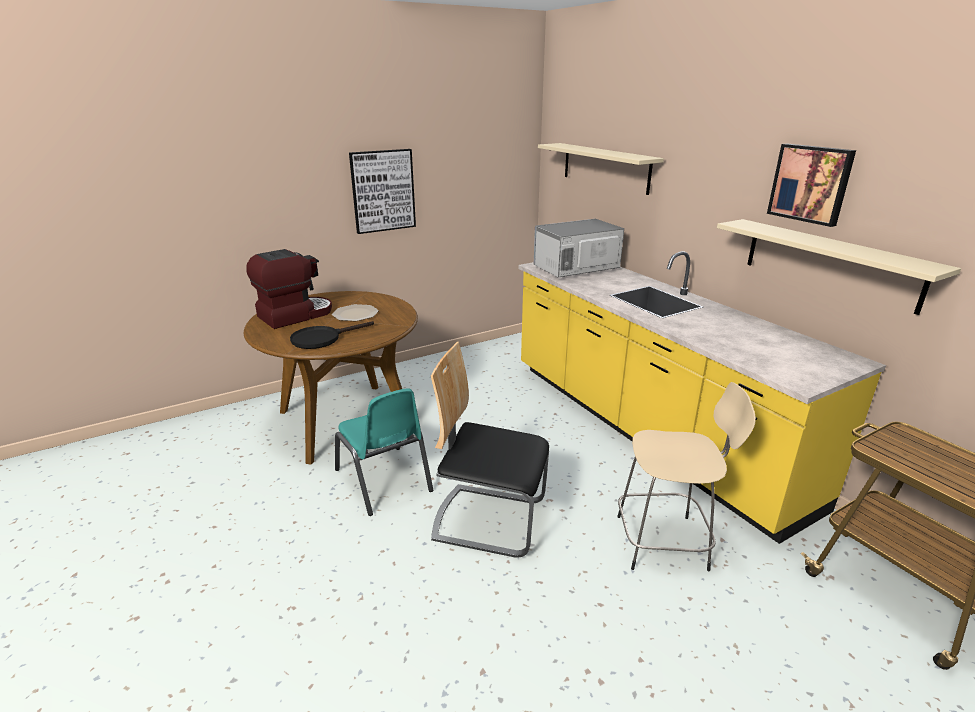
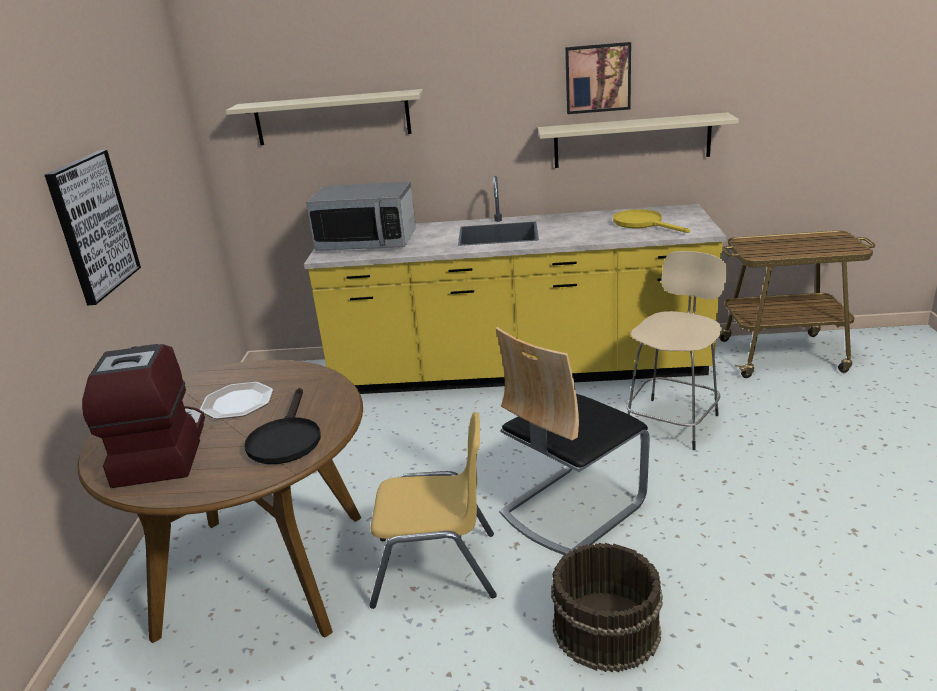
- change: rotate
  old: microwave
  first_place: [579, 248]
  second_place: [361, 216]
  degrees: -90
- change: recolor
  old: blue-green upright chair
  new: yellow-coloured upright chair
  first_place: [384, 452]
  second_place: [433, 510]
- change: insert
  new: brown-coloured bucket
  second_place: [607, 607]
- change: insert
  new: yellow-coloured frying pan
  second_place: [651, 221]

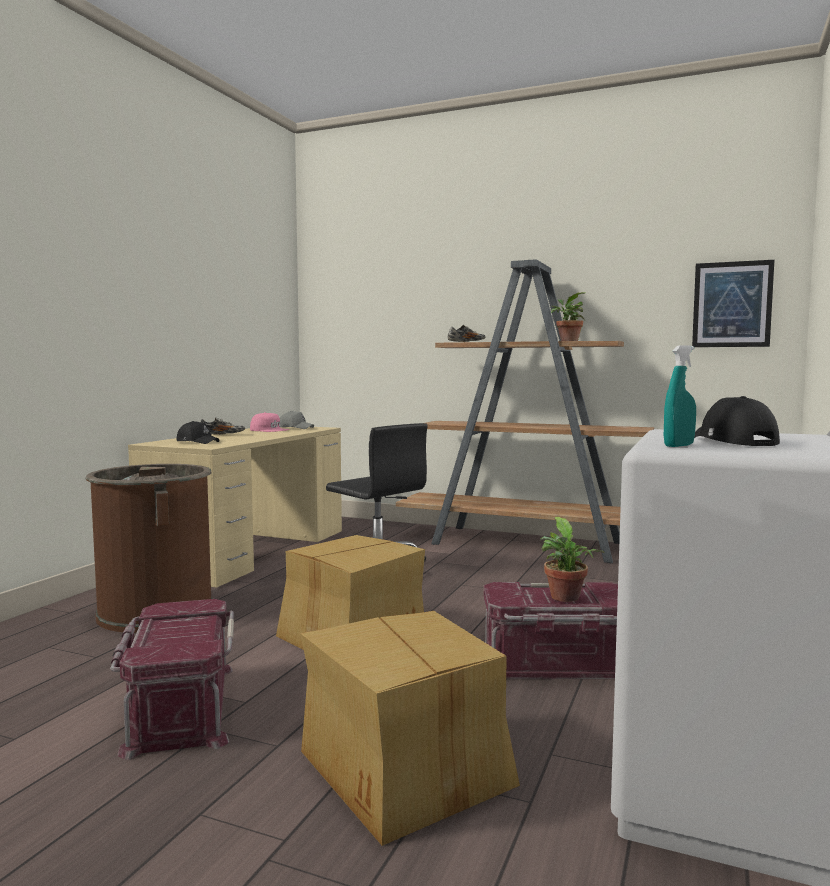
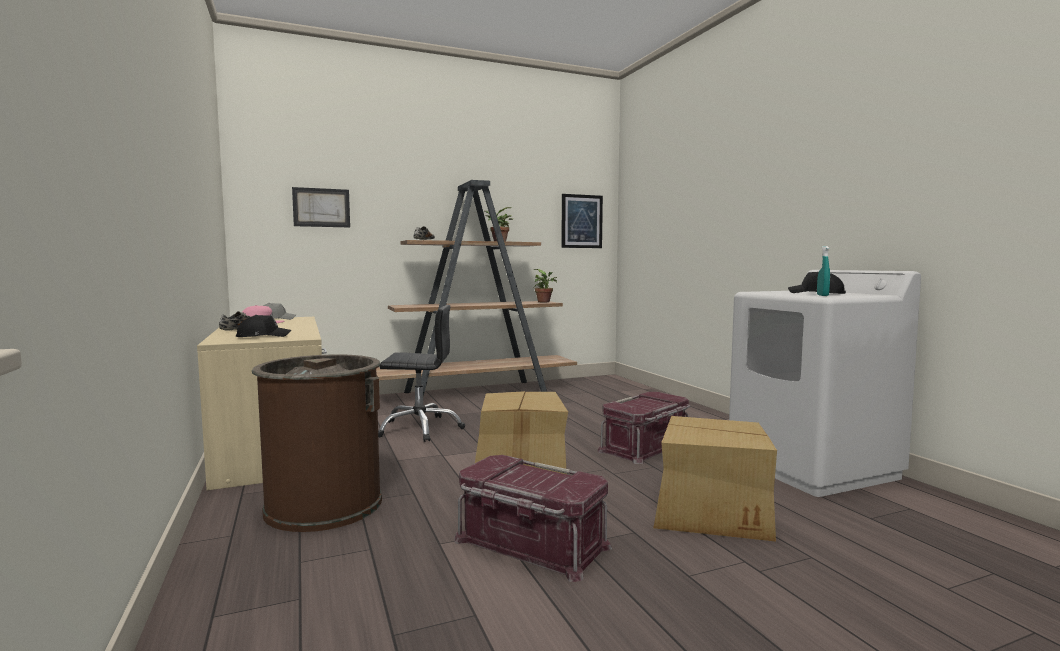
- change: insert
  new: wall art
  second_place: [321, 207]
- change: move
  old: houseplant
  first_place: [572, 559]
  second_place: [545, 285]

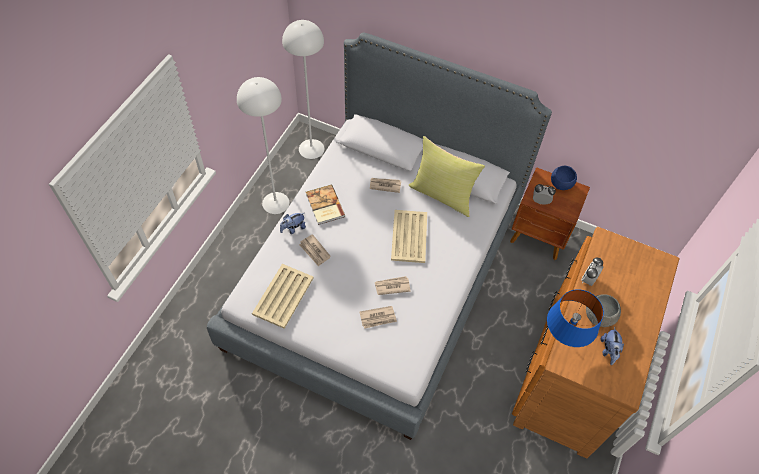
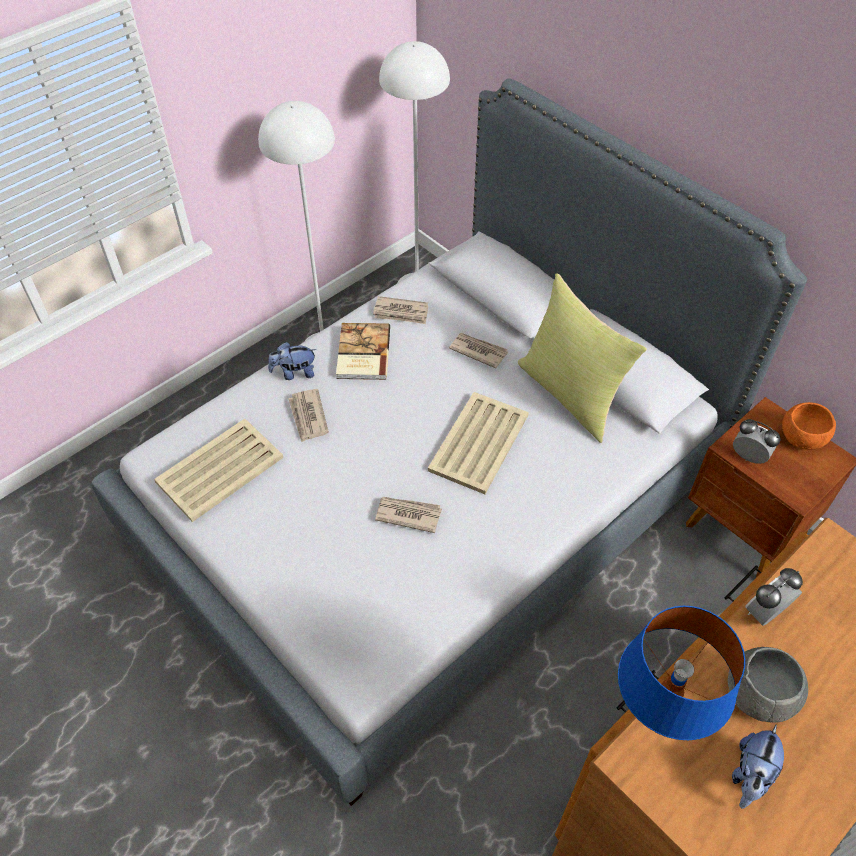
- change: move
  old: daily paper
  first_place: [378, 317]
  second_place: [400, 310]
- change: recolor
  old: bluish deep dish
  new: orange-coloured deep dish
  first_place: [564, 178]
  second_place: [809, 426]

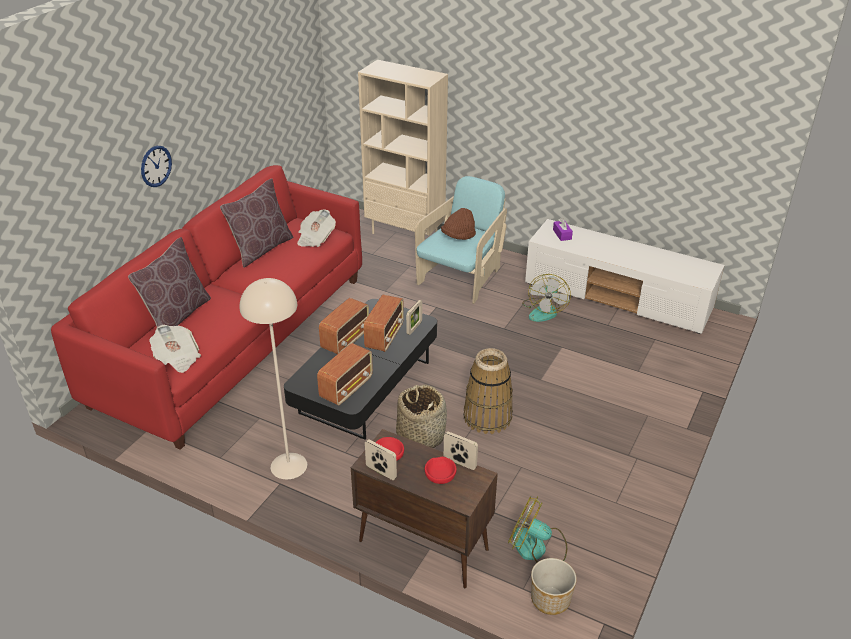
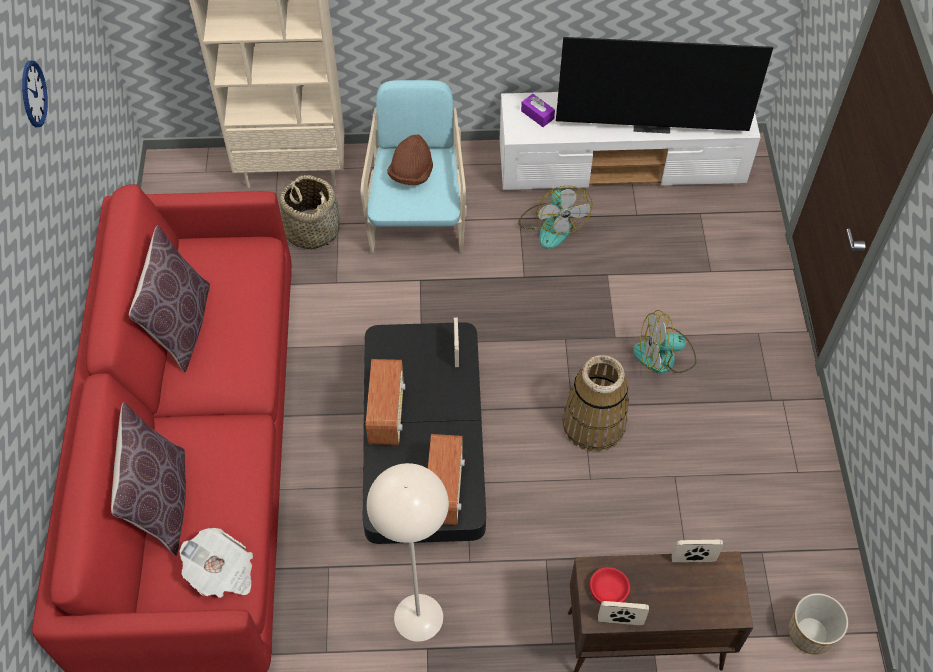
- change: move
  old: clock on the wall
  first_place: [156, 166]
  second_place: [35, 94]
- change: move
  old: household basket
  first_place: [421, 416]
  second_place: [309, 212]
- change: insert
  new: television
  second_place: [664, 85]
- change: move
  old: fan
  first_place: [537, 529]
  second_place: [665, 342]
- change: delete
  old: daily paper
  first_place: [316, 228]
- change: delete
  old: radio
  first_place: [384, 323]
- change: delete
  old: reddish deep dish
  first_place: [441, 470]

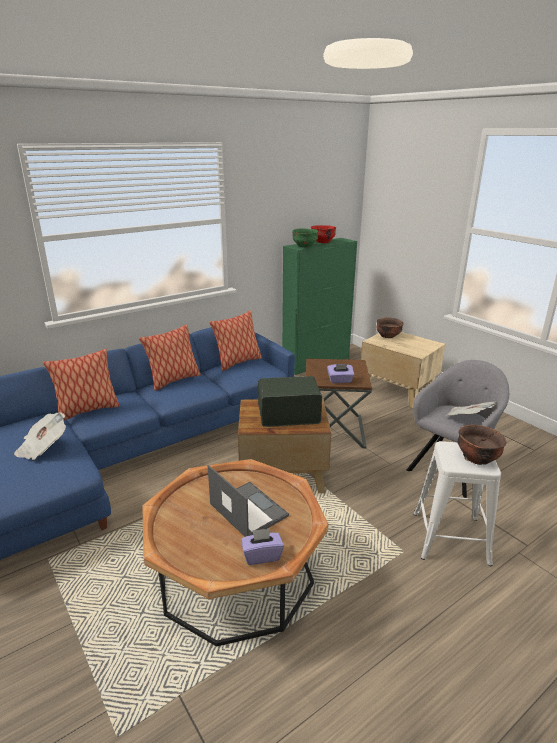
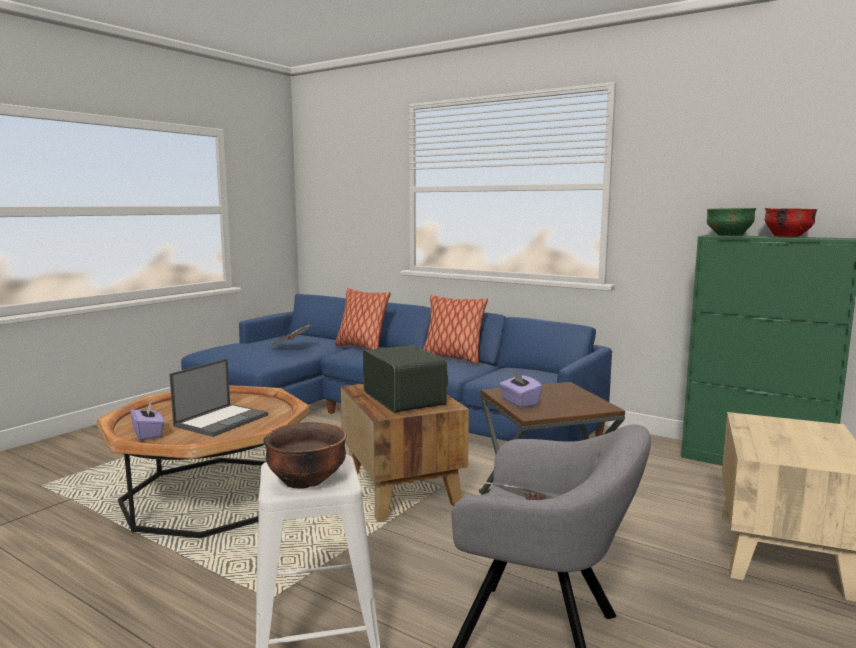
- change: delete
  old: throw pillow
  first_place: [235, 341]
- change: delete
  old: brown-coloured deep dish
  first_place: [390, 328]

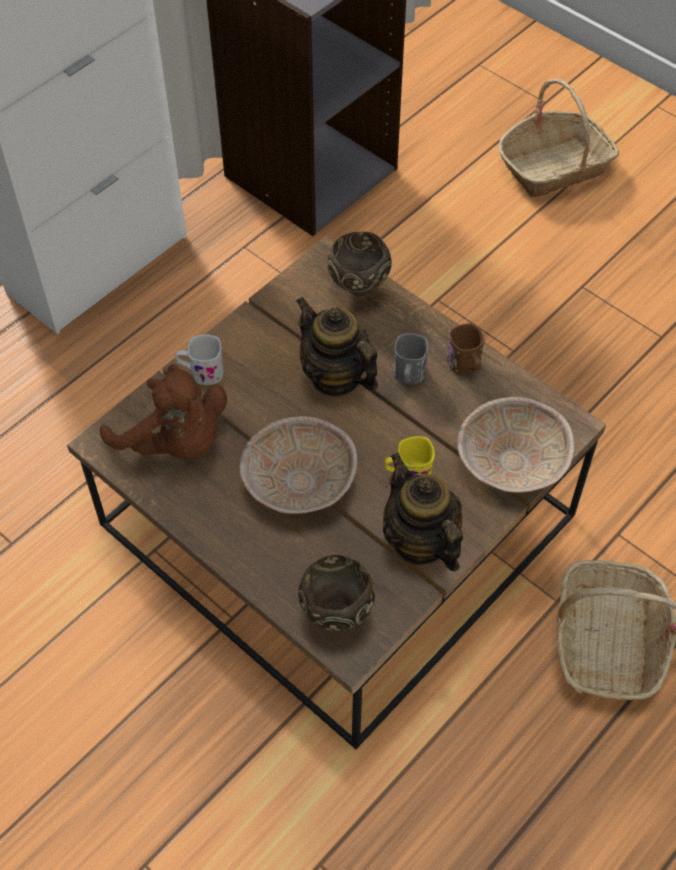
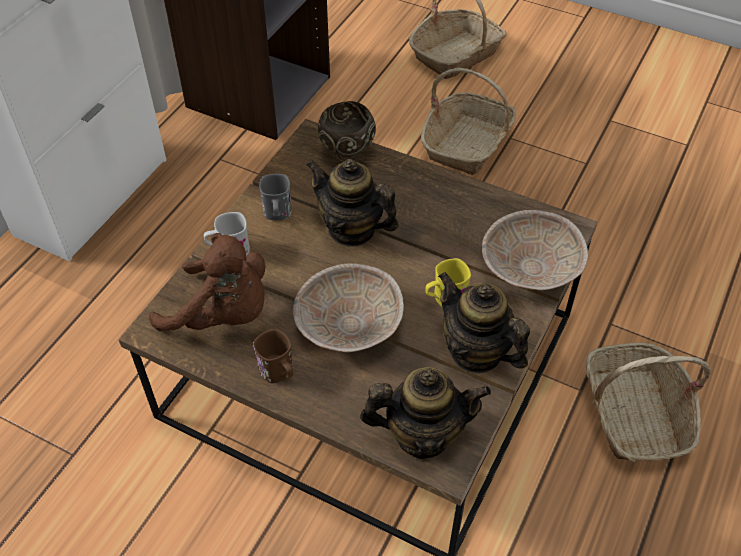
- change: move
  old: brown-coloured coffee mug
  first_place: [466, 349]
  second_place: [273, 356]
- change: move
  old: grey coffee mug
  first_place: [411, 358]
  second_place: [275, 197]
- change: replace
  old: brown-coloured deep dish
  new: tea pot
  first_place: [336, 593]
  second_place: [425, 413]
- change: insert
  new: household basket
  second_place: [469, 121]

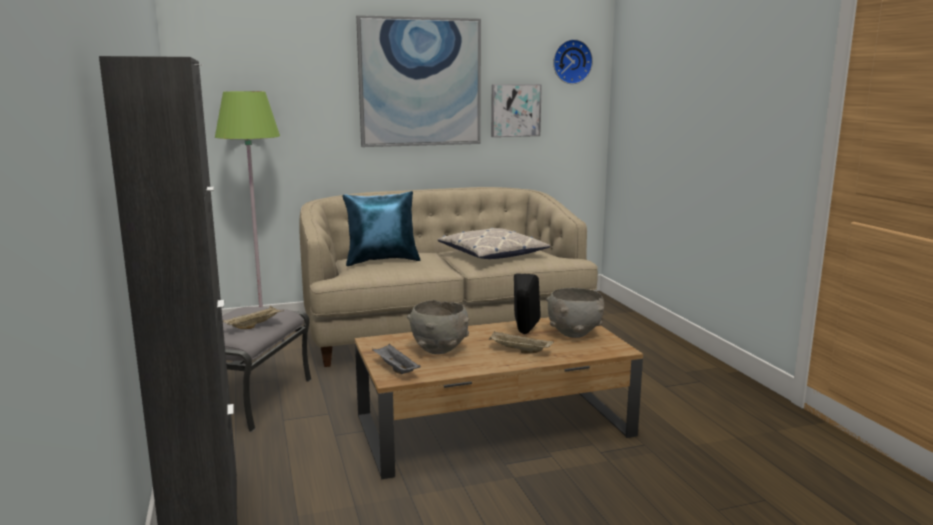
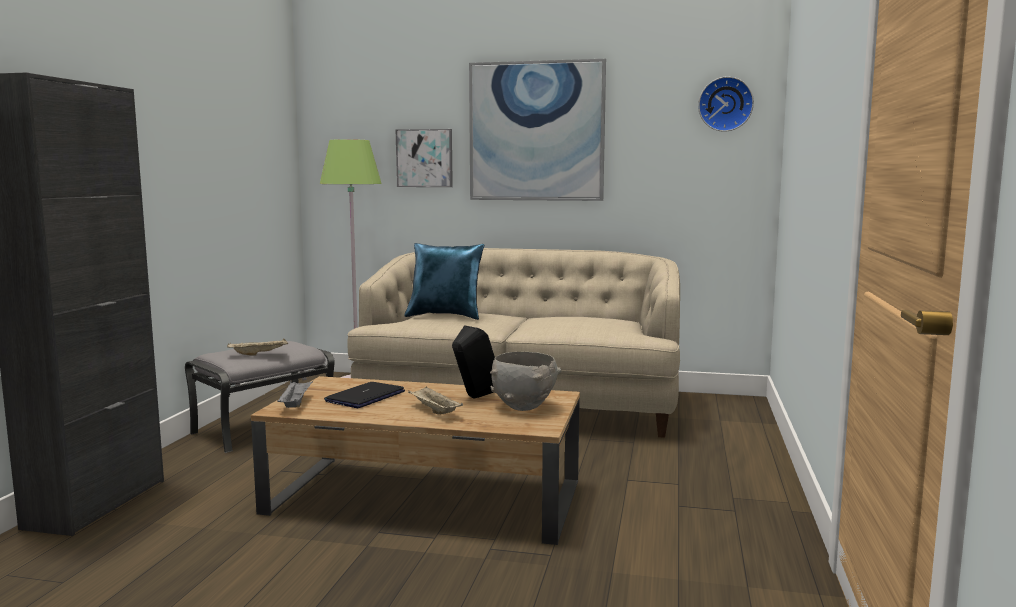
- change: replace
  old: grey deep dish
  new: notebook computer
  first_place: [438, 327]
  second_place: [364, 395]
- change: move
  old: wall art
  first_place: [516, 110]
  second_place: [424, 158]
- change: delete
  old: throw pillow
  first_place: [494, 243]

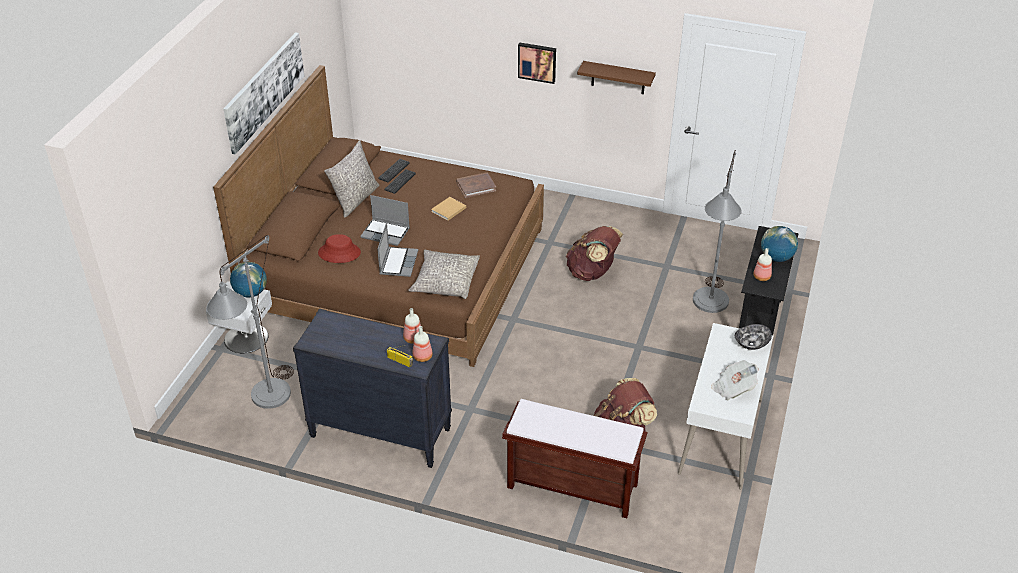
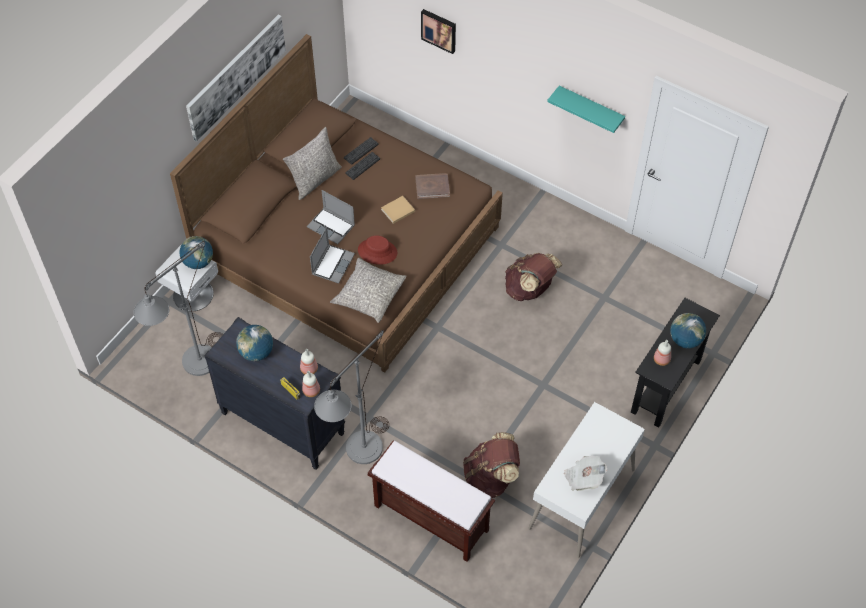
- change: insert
  new: world globe
  second_place: [254, 343]
- change: move
  old: grey standard lamp
  first_place: [717, 231]
  second_place: [351, 397]
- change: move
  old: reddish clothing hat
  first_place: [339, 248]
  second_place: [377, 250]
- change: move
  old: wall art
  first_place: [537, 63]
  second_place: [438, 31]
- change: recolor
  old: brown-coloured wall shelf
  new: blue-green wall shelf
  first_place: [616, 77]
  second_place: [586, 109]
- change: delete
  old: deep dish
  first_place: [753, 337]

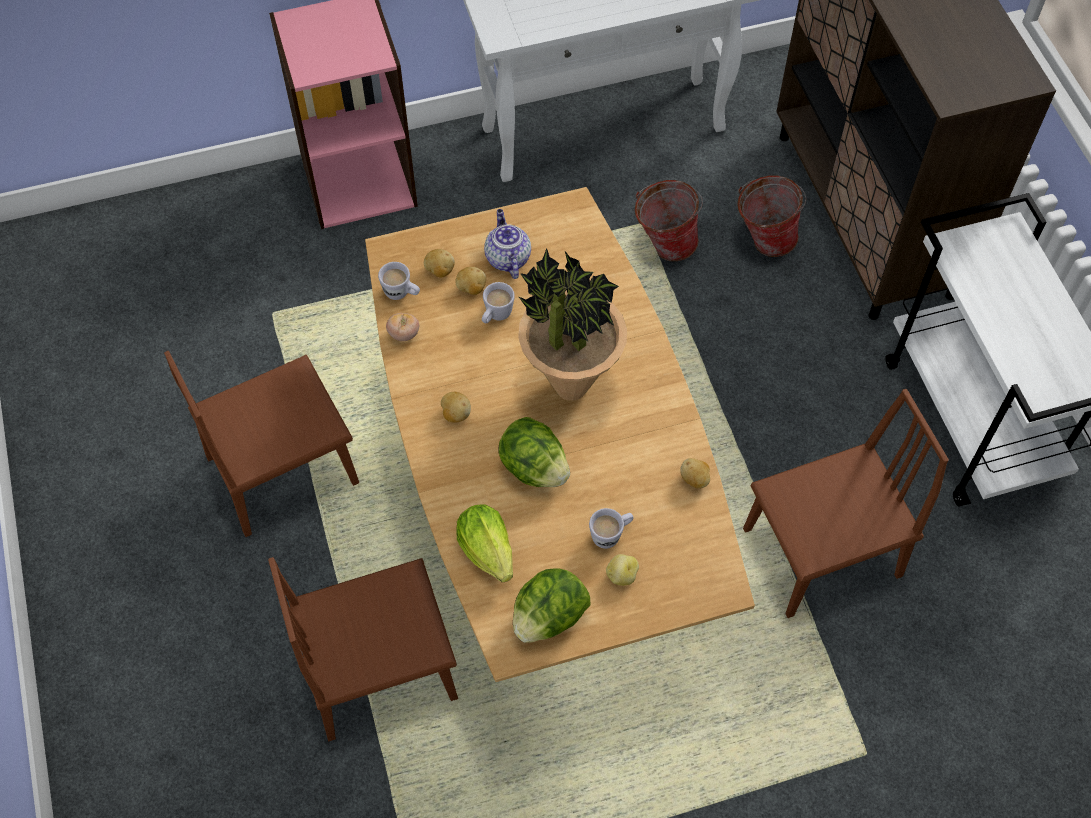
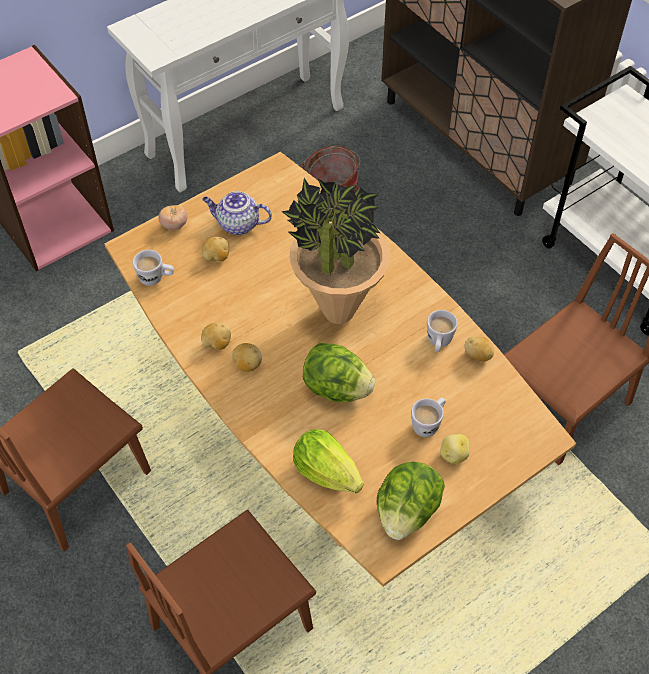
- change: move
  old: tomato
  first_place: [402, 327]
  second_place: [172, 217]
- change: move
  old: whole potato
  first_place: [439, 263]
  second_place: [216, 336]
- change: rotate
  old: tea pot
  first_place: [507, 244]
  second_place: [237, 213]
  degrees: -45
- change: move
  old: white coffee mug
  first_place: [498, 302]
  second_place: [442, 331]
- change: delete
  old: bucket
  first_place: [771, 216]

